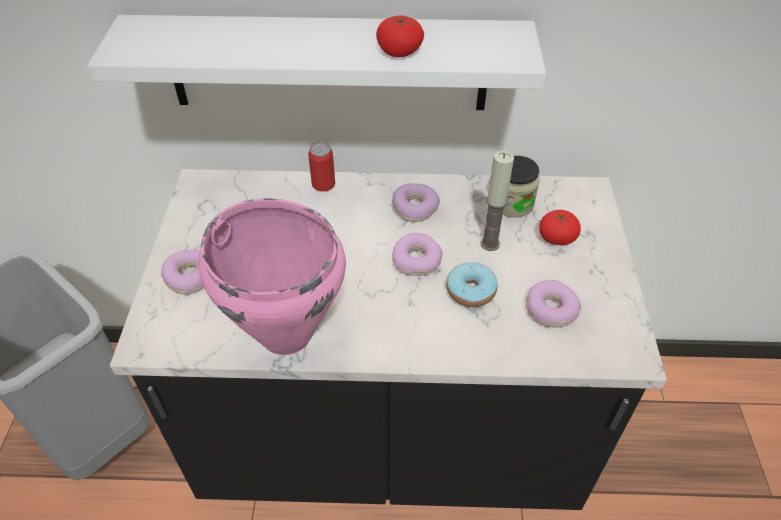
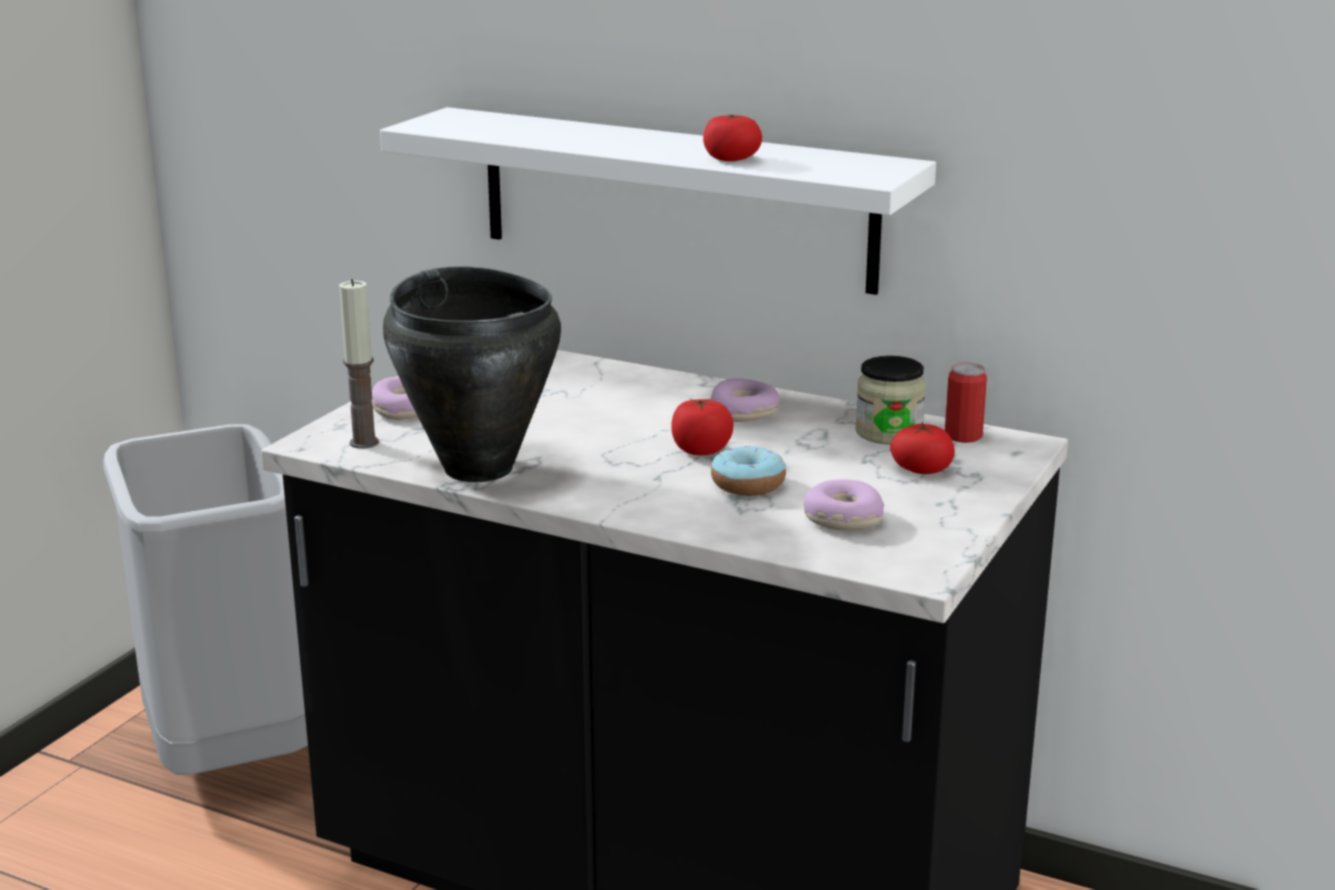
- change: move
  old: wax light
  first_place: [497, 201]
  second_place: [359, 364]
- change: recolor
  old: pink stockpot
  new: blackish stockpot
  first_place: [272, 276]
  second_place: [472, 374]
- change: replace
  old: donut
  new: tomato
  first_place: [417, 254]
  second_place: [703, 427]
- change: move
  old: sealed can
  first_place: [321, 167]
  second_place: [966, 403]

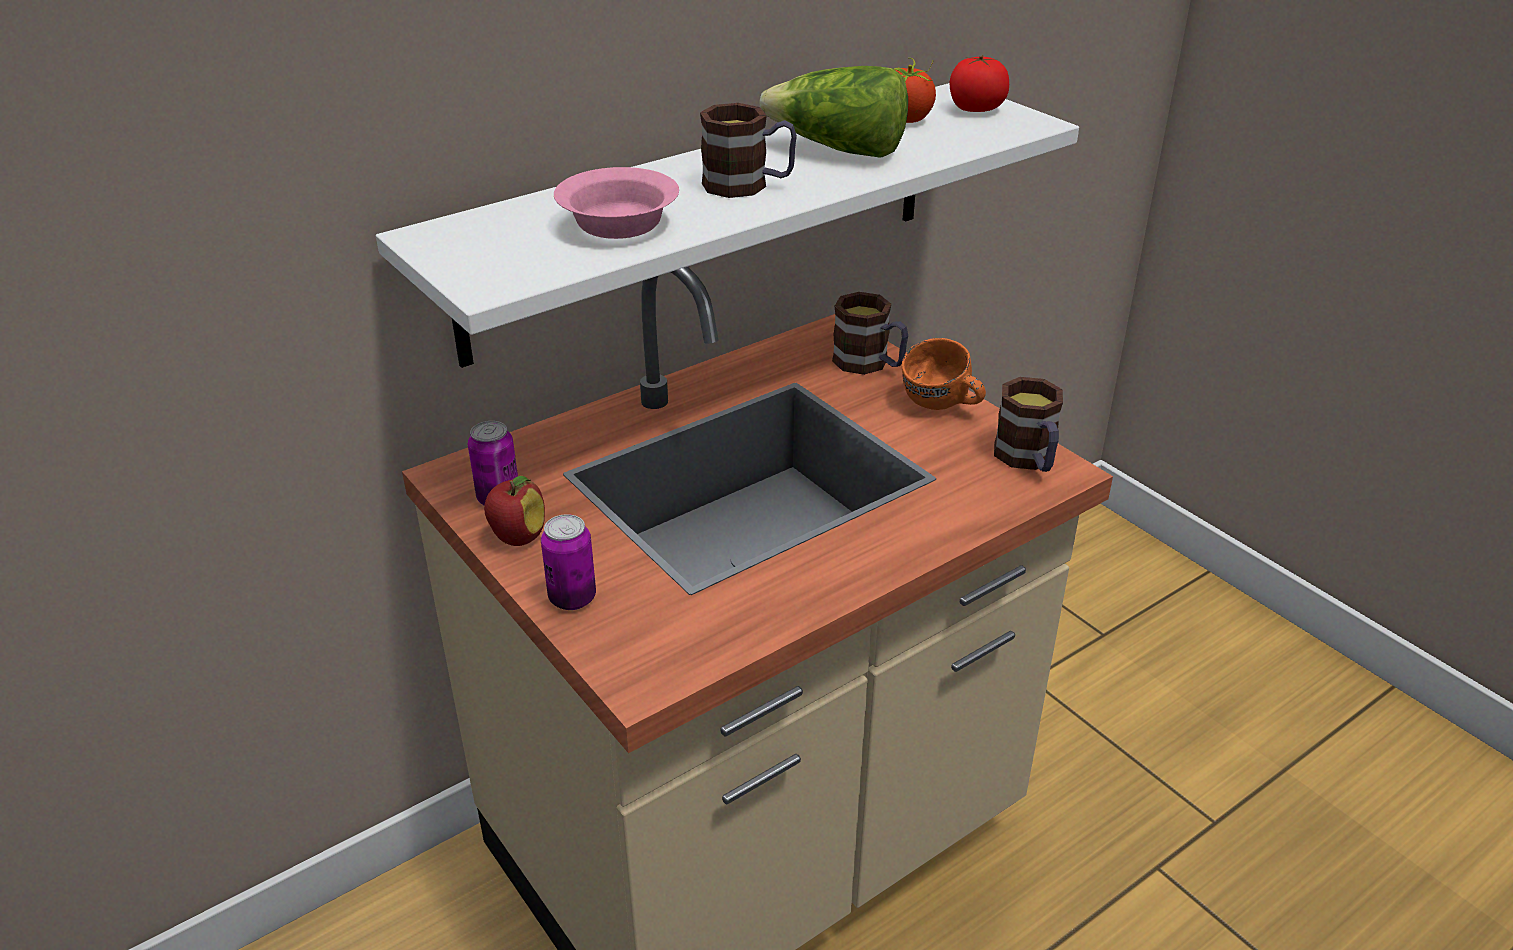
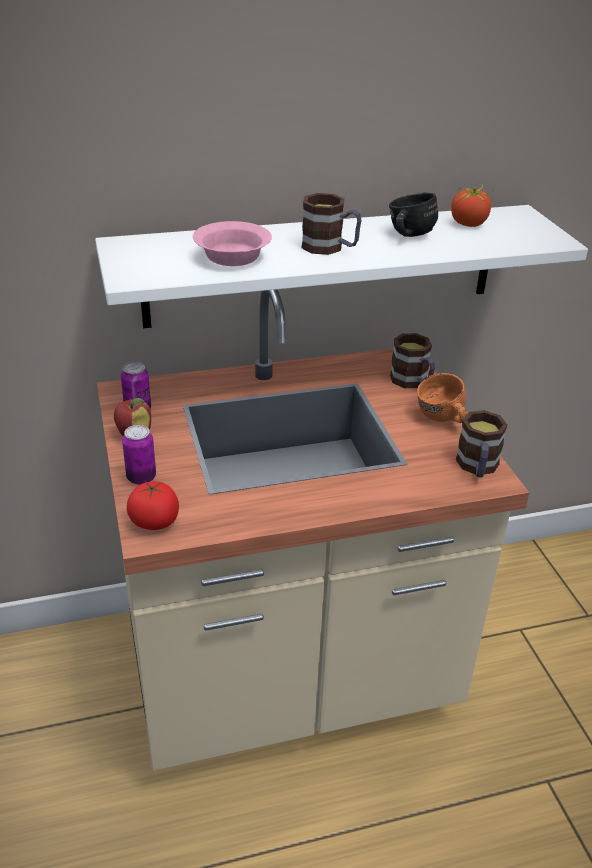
- change: move
  old: tomato
  first_place: [979, 83]
  second_place: [153, 505]
- change: replace
  old: lettuce
  new: blackish coffee mug
  first_place: [833, 112]
  second_place: [413, 214]

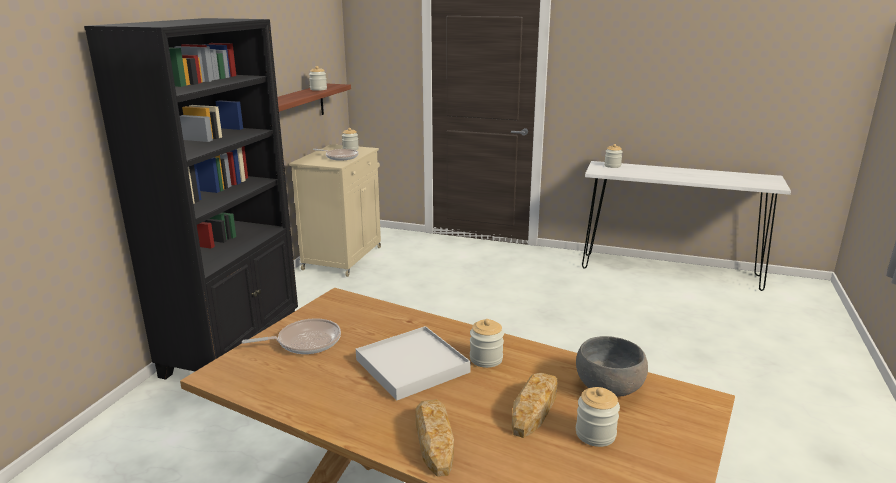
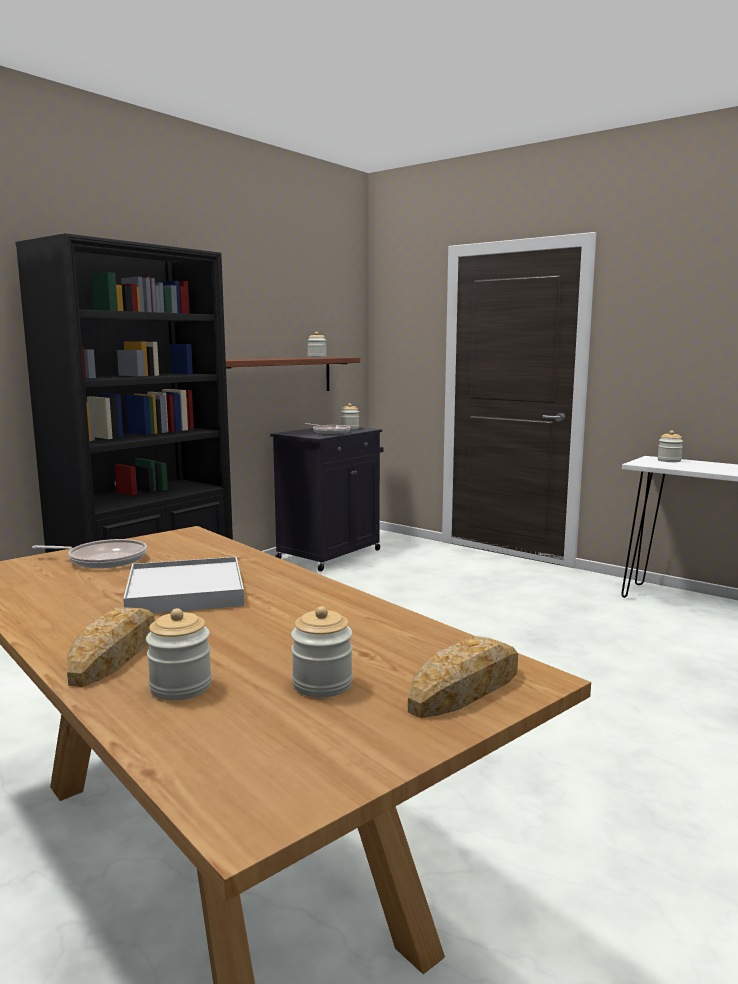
- change: move
  old: preserve jar
  first_place: [487, 343]
  second_place: [179, 654]
- change: recolor
  old: beige cabinet
  new: blackish cabinet
  first_place: [335, 210]
  second_place: [326, 499]
- change: move
  old: bakery bread
  first_place: [534, 405]
  second_place: [463, 677]
- change: delete
  old: grey deep dish
  first_place: [612, 366]

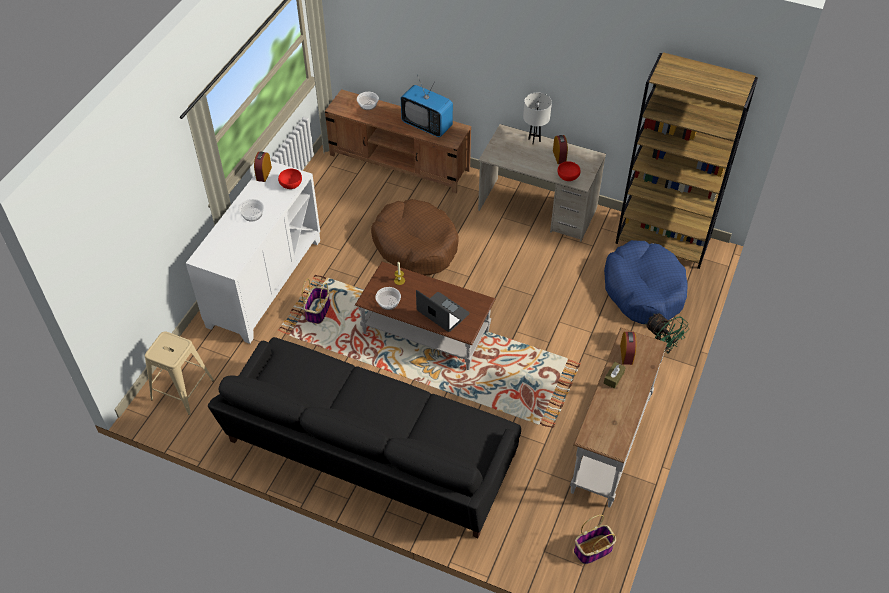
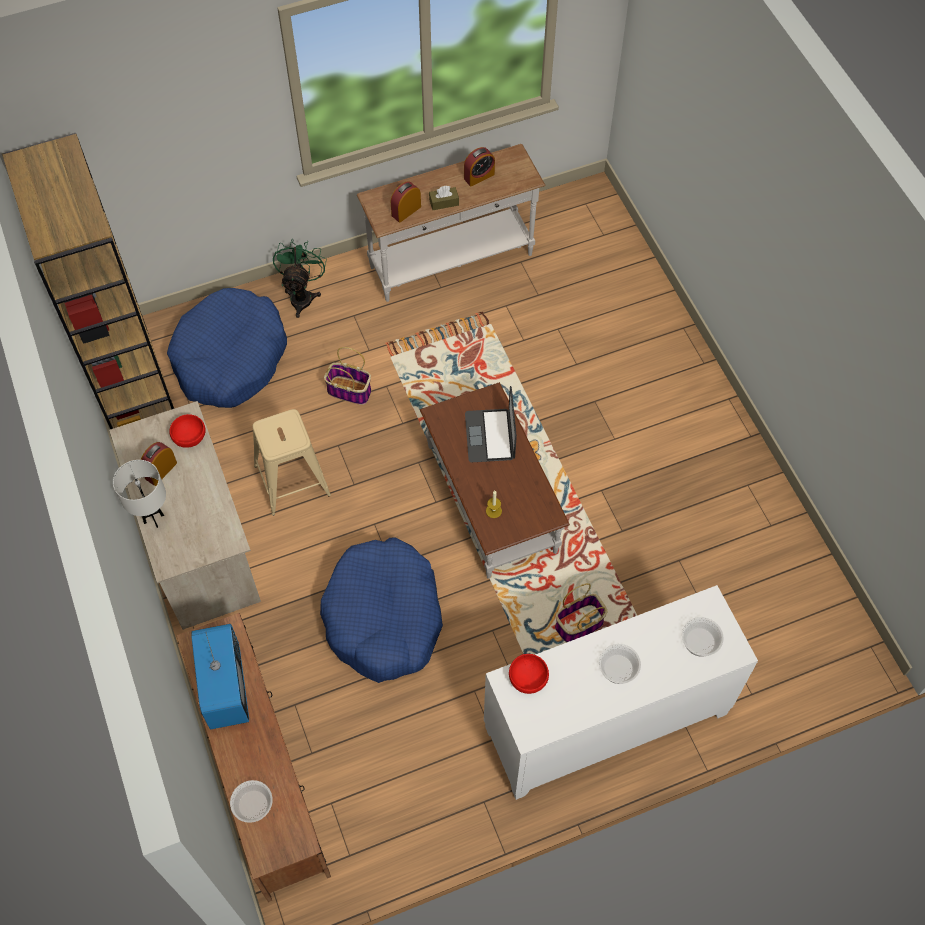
- change: move
  old: beige stool seat
  first_place: [179, 373]
  second_place: [292, 462]
- change: recolor
  old: brown-coloured dog cushion
  new: bluish dog cushion
  first_place: [415, 237]
  second_place: [381, 610]
- change: move
  old: household basket
  first_place: [595, 539]
  second_place: [347, 376]
- change: move
  old: table clock
  first_place: [263, 167]
  second_place: [479, 167]
- change: move
  old: deep dish
  first_place: [388, 298]
  second_place: [703, 637]
- change: delete
  old: blackish sofa
  first_place: [364, 437]

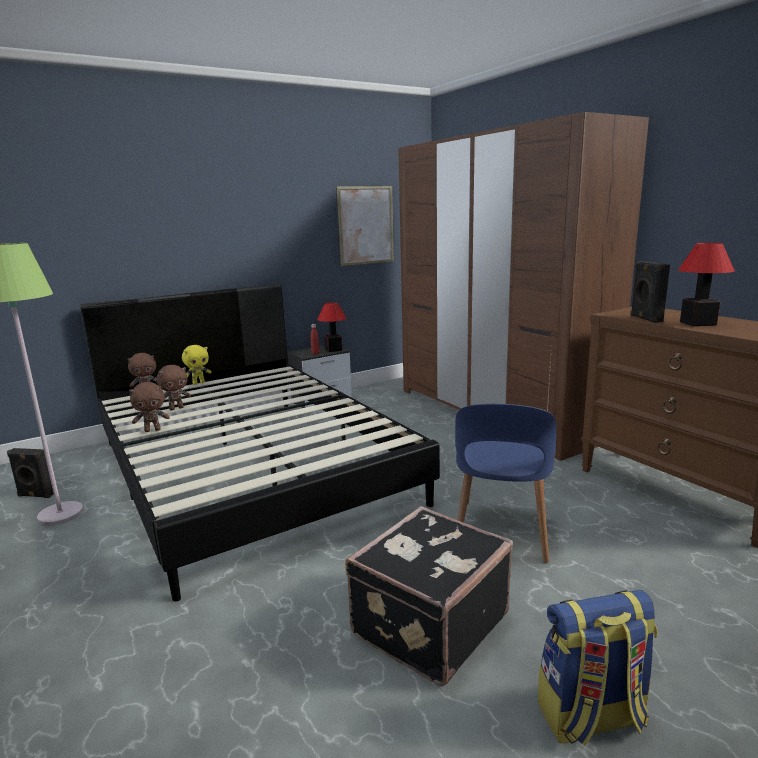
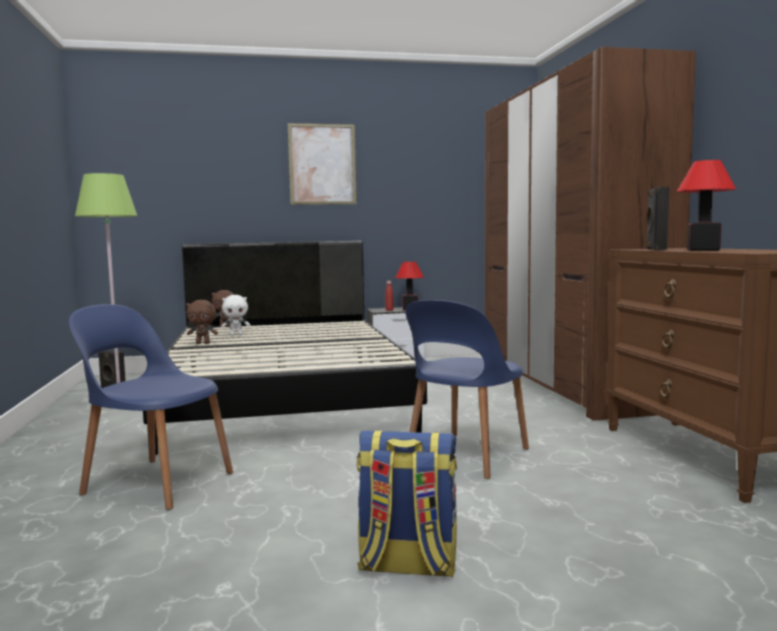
- change: insert
  new: bluish upright chair
  second_place: [151, 407]
- change: recolor
  old: brown-coloured plush toy
  new: white plush toy
  first_place: [173, 387]
  second_place: [235, 315]
- change: move
  old: wall art
  first_place: [365, 226]
  second_place: [322, 164]
- change: delete
  old: yellow-coloured plush toy
  first_place: [197, 365]
- change: delete
  old: blackish suitcase
  first_place: [429, 596]

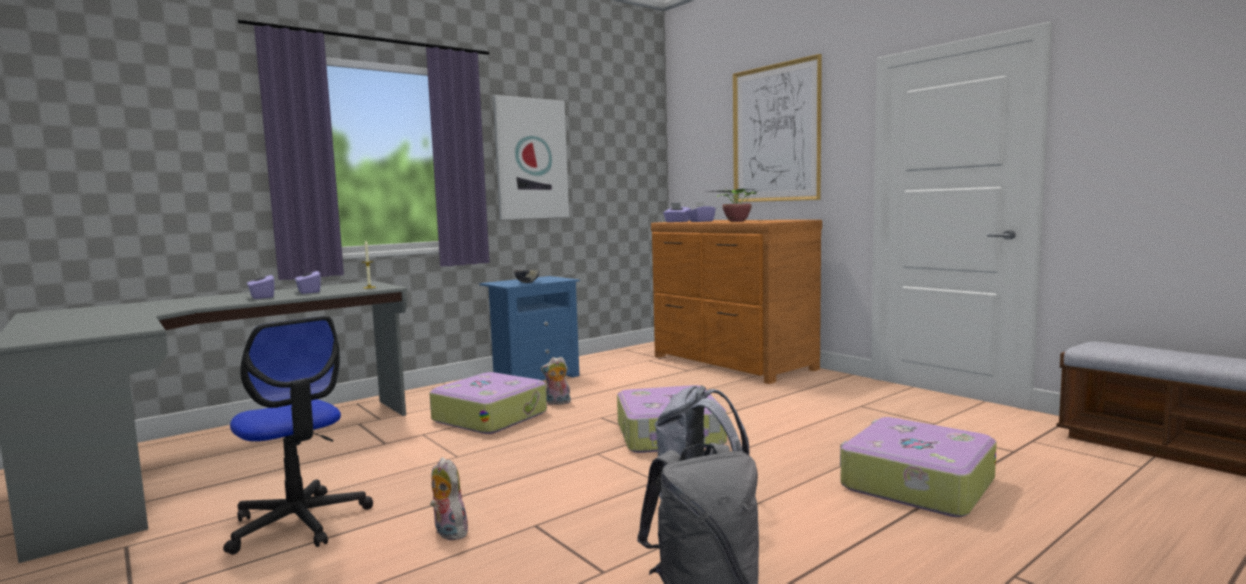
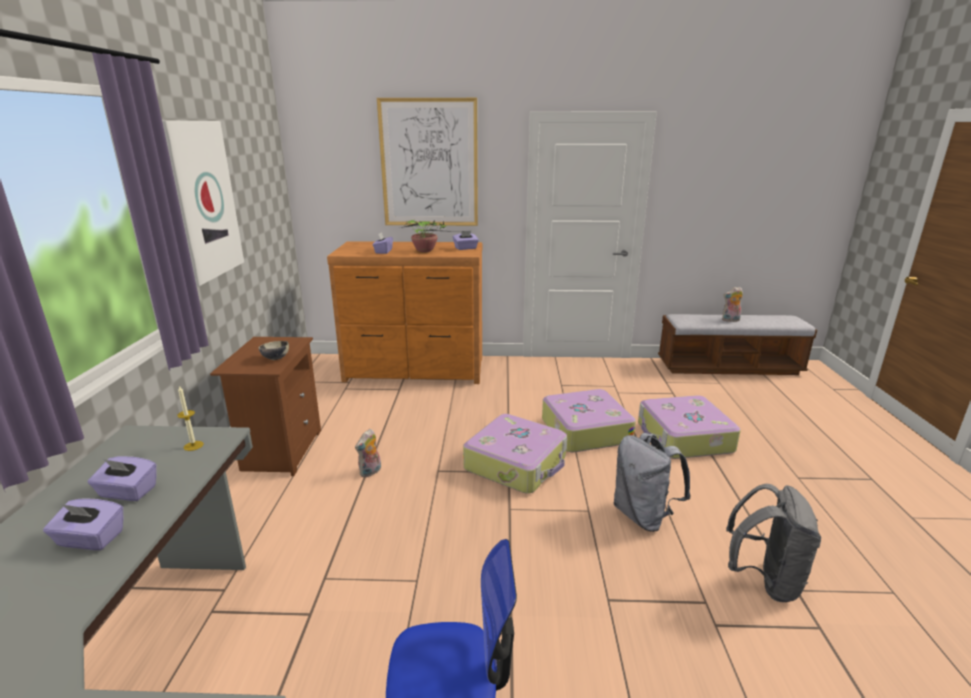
- change: recolor
  old: bluish nightstand
  new: brown-coloured nightstand
  first_place: [529, 328]
  second_place: [265, 406]
- change: move
  old: purplish tissue holder
  first_place: [677, 212]
  second_place: [466, 240]
- change: move
  old: suitcase
  first_place: [488, 403]
  second_place: [589, 420]
- change: move
  old: plush toy
  first_place: [449, 498]
  second_place: [732, 304]

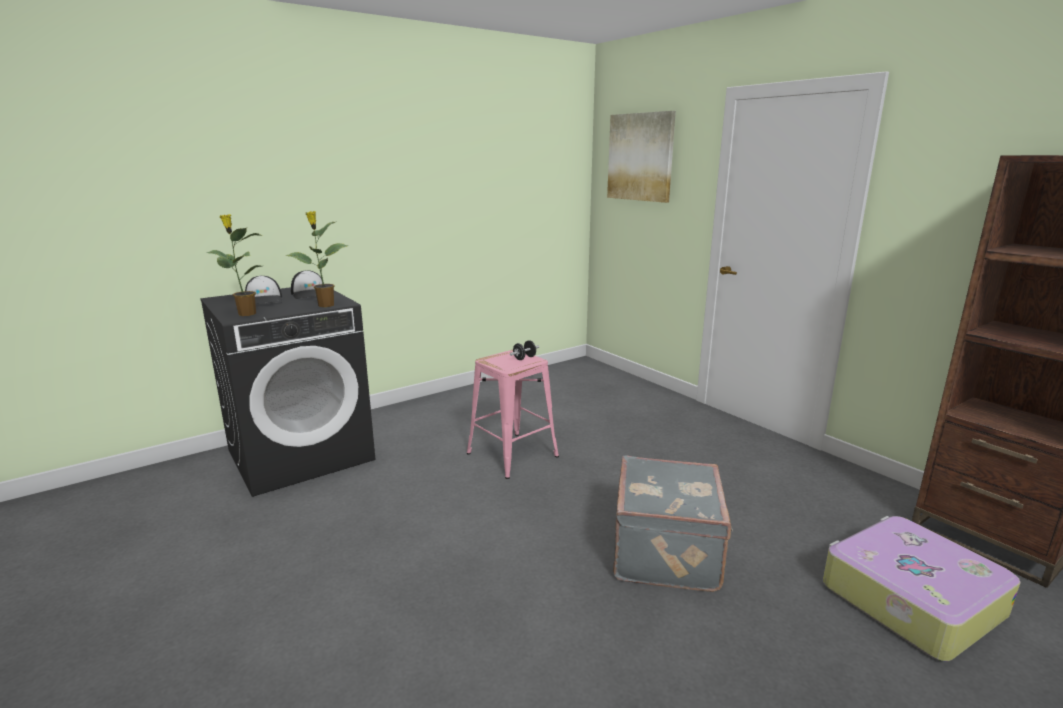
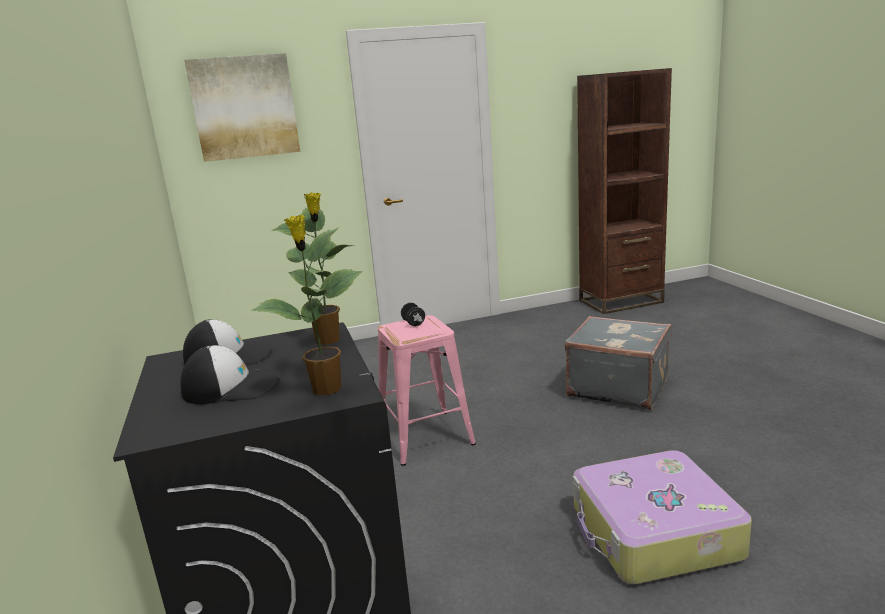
- change: move
  old: suitcase
  first_place: [922, 589]
  second_place: [662, 517]

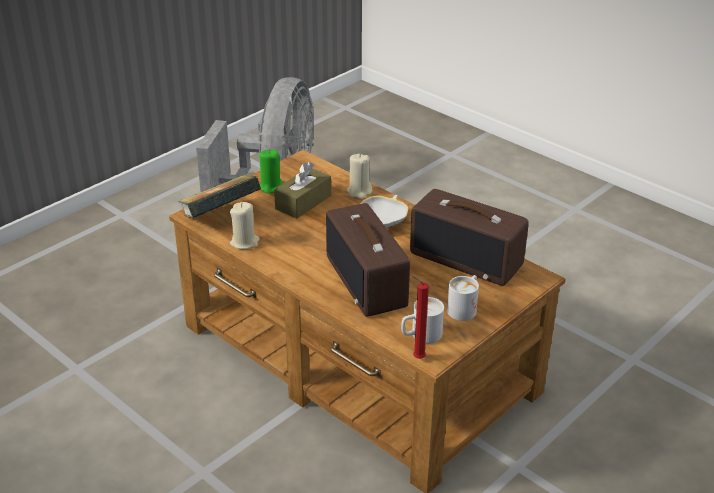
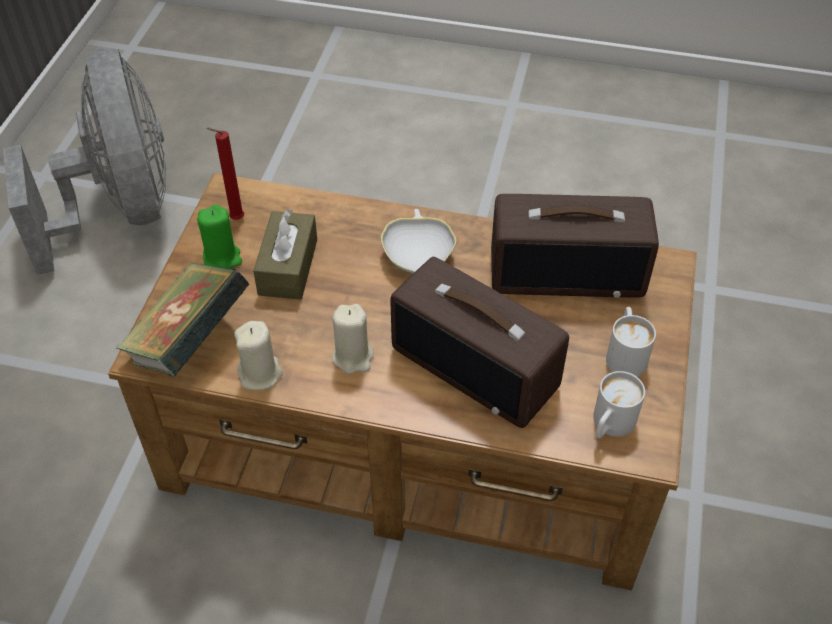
- change: move
  old: reddish wax light
  first_place: [420, 317]
  second_place: [225, 173]
- change: move
  old: beige wax light
  first_place: [359, 176]
  second_place: [353, 339]

